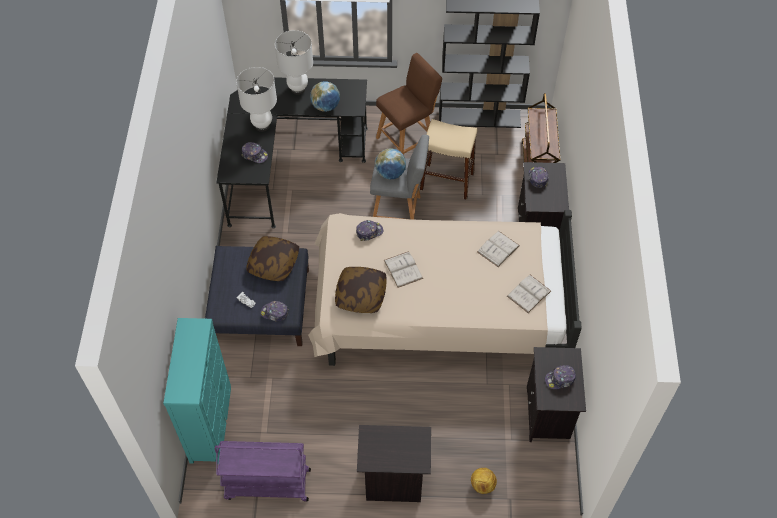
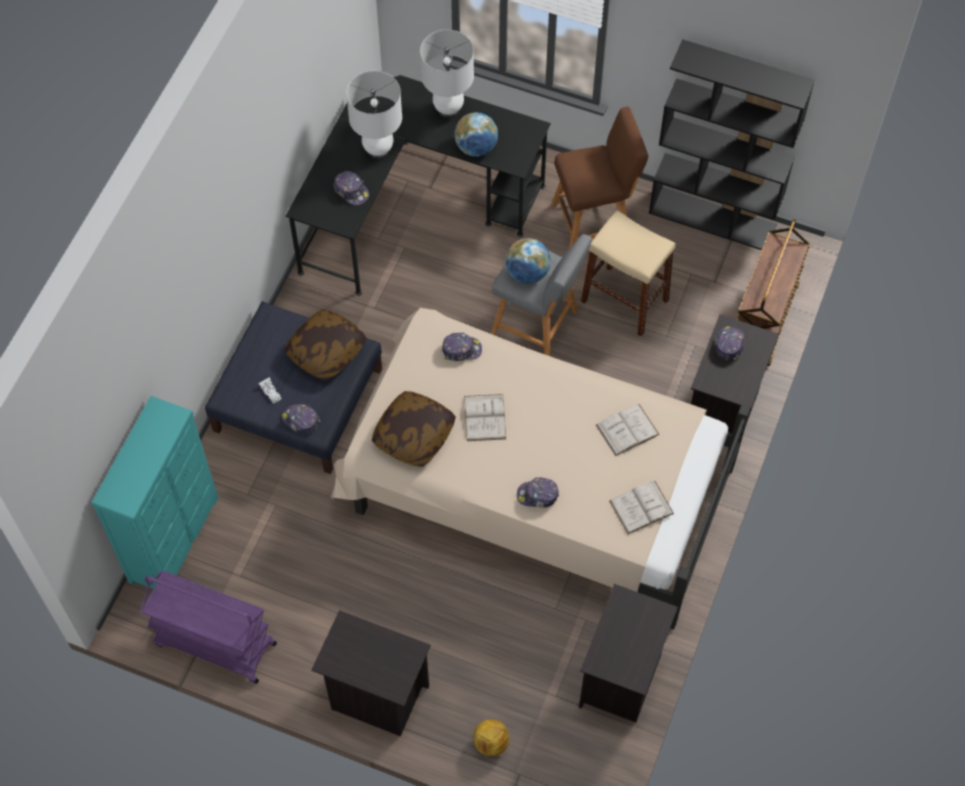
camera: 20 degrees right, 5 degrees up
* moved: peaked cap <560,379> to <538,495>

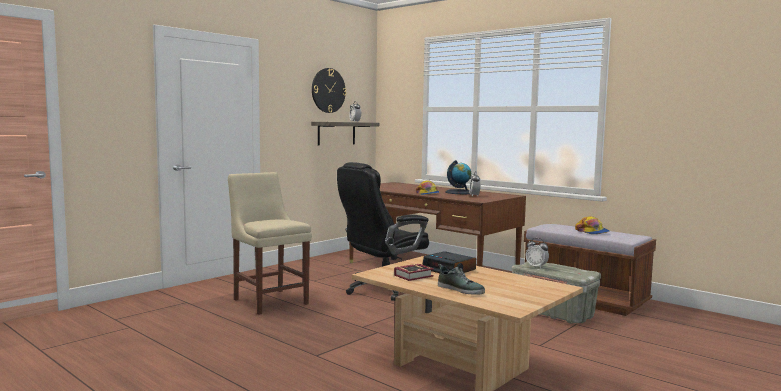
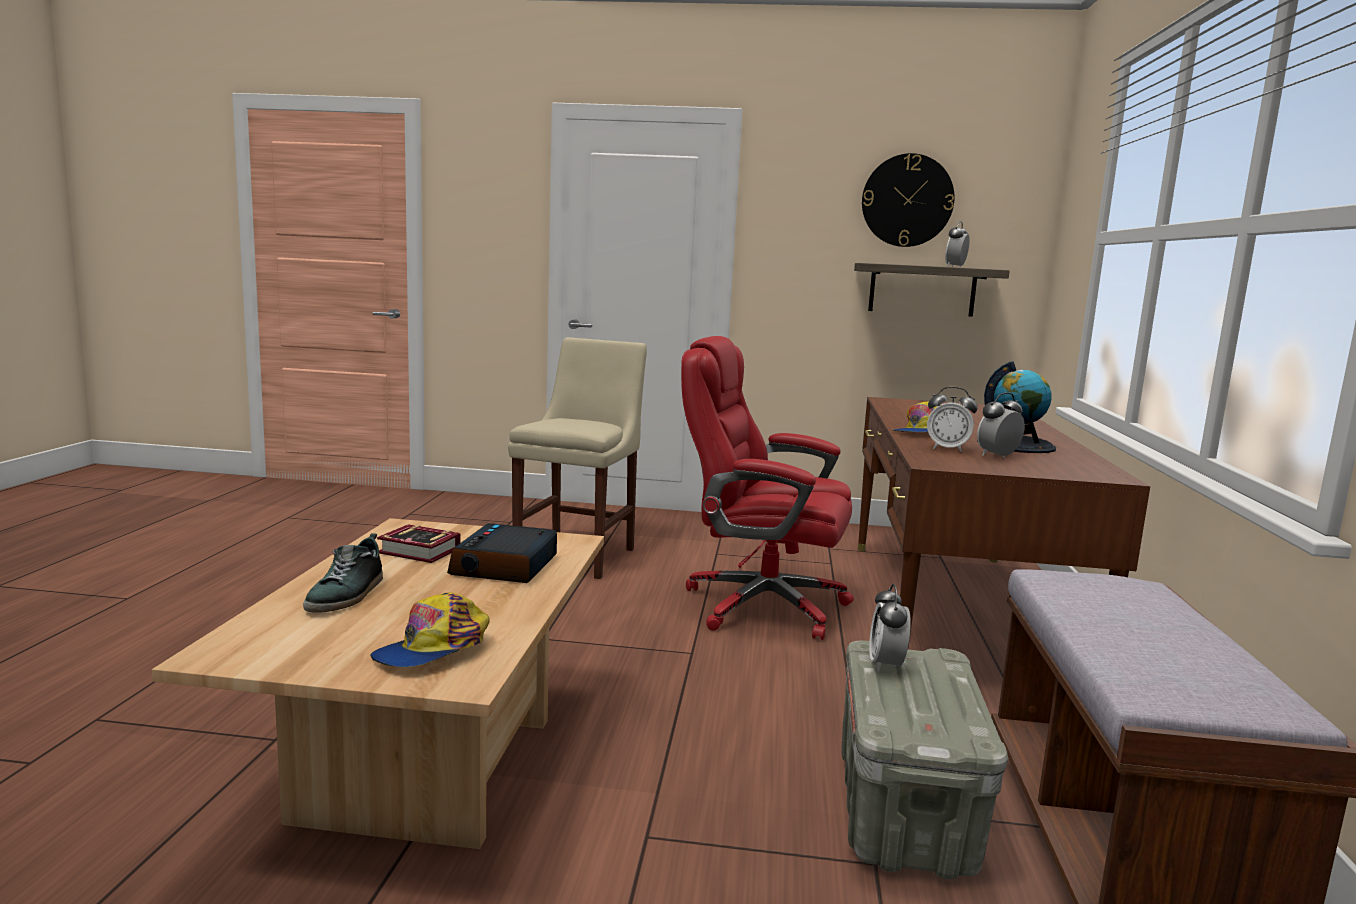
camera: 55 degrees right, 5 degrees up
* moved: peaked cap <592,232> to <433,650>
* recoloured: black computer chair <383,289> to red computer chair <761,605>
* added: alarm clock <947,449>

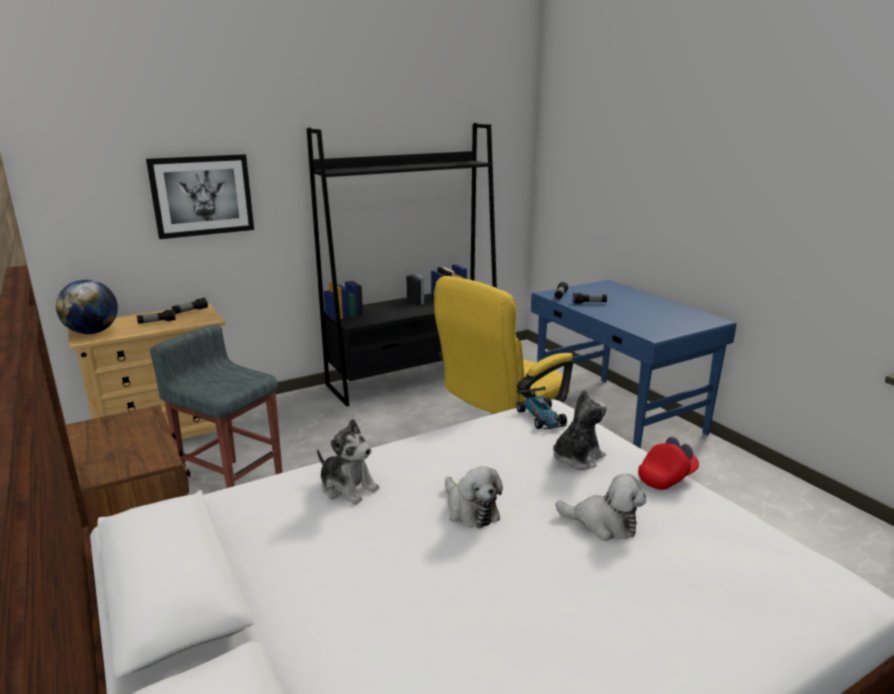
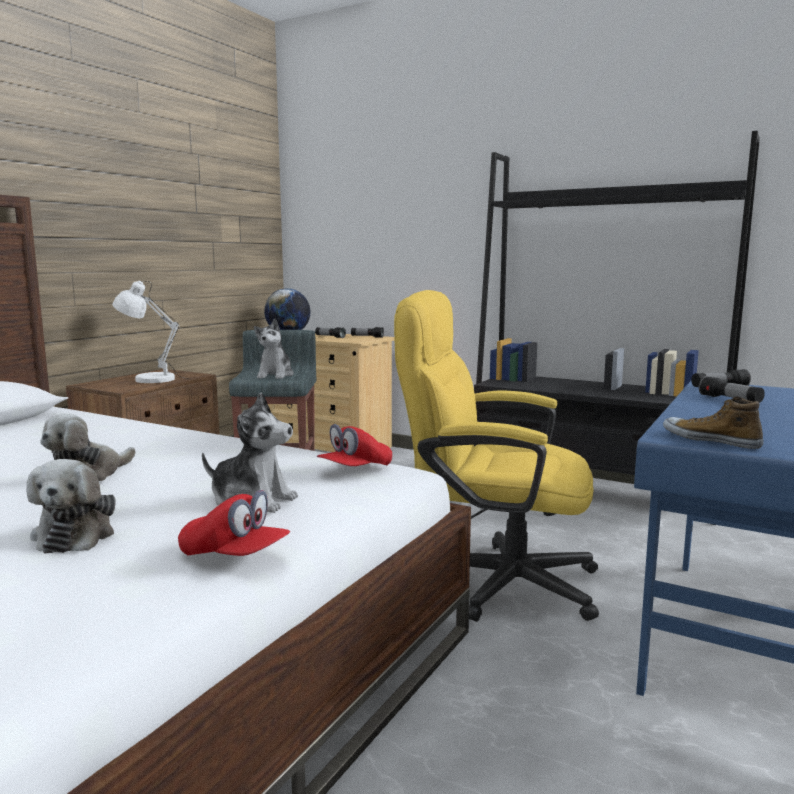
camera: 60 degrees right, 10 degrees down
* added: white-coloured lamp for a table <150,379>
* moved: cuddly toy <347,487> to <275,375>
* replaced: model car <541,417> to red peaked cap <355,470>
* added: item of footwear <711,440>
* removed: wall picture <202,195>

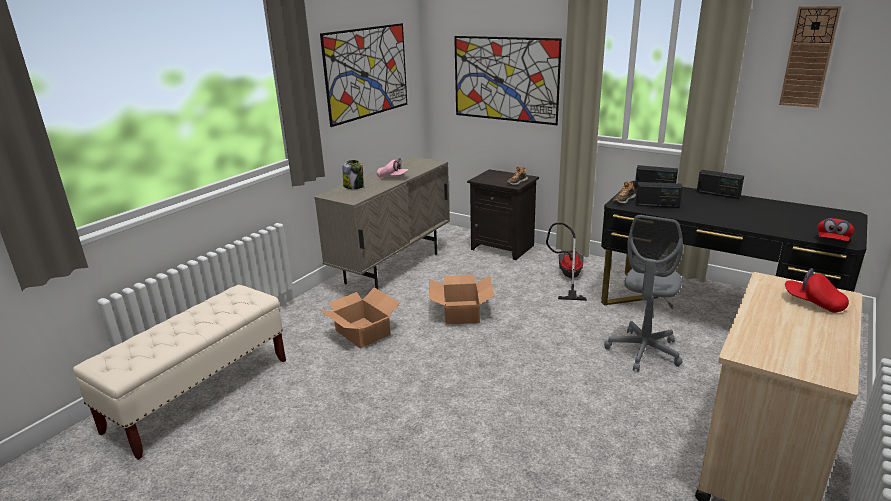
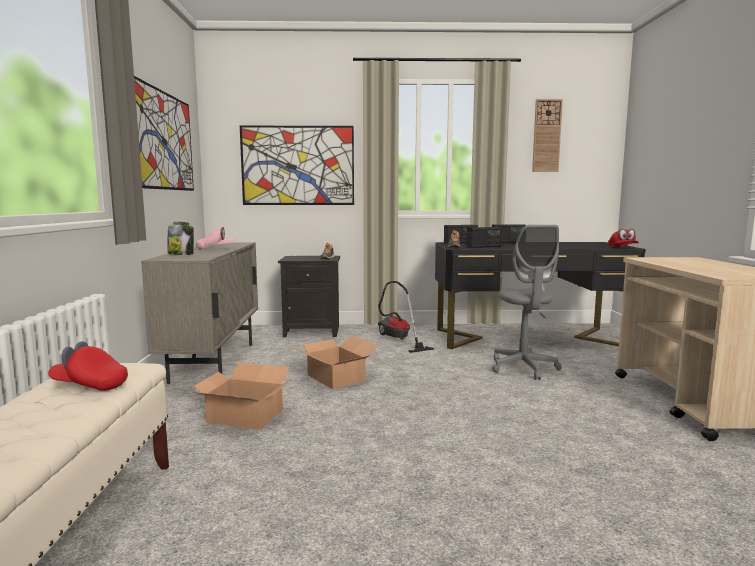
camera: 35 degrees left, 15 degrees down
* moved: red peaked cap <813,303> to <90,385>

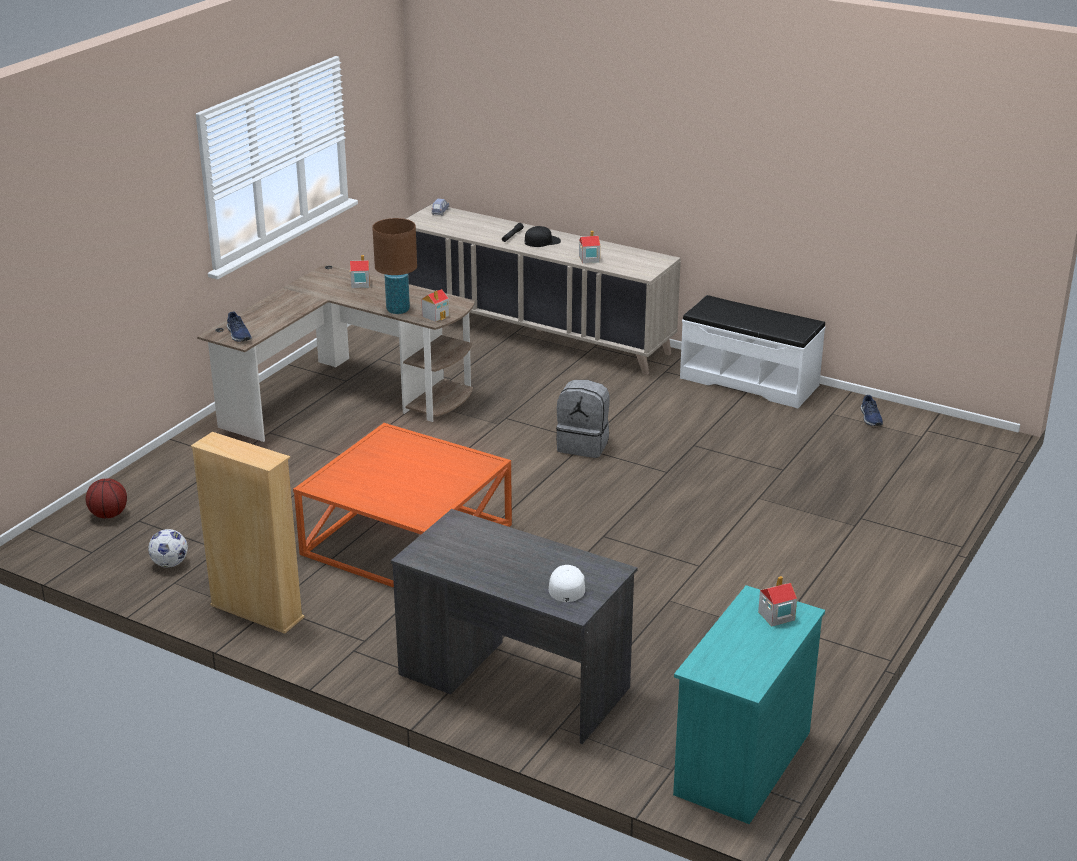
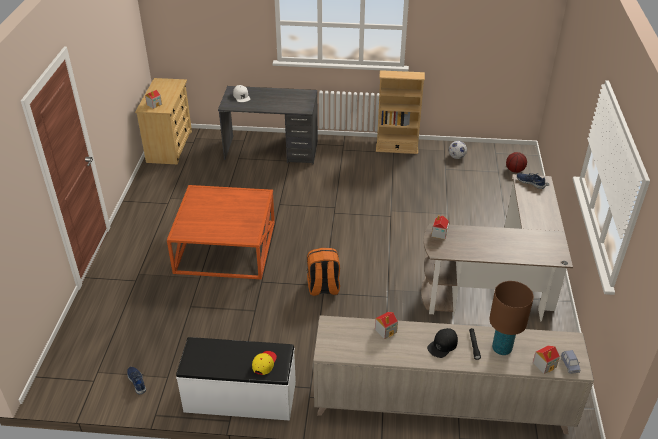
camera: 155 degrees right, 10 degrees up
* recoloured: turquoise-coloured drawer chest <742,763> to sand-coloured drawer chest <169,146>
* moved: orange coffee table <406,539> to <226,247>
* added: yellow-coloured peaked cap <264,363>
* recoloured: greyish rucksack <584,445> to orange rucksack <323,288>
* moved: brown lamp for a table <397,310> to <502,348>
* moved: miniature house <360,284> to <544,364>

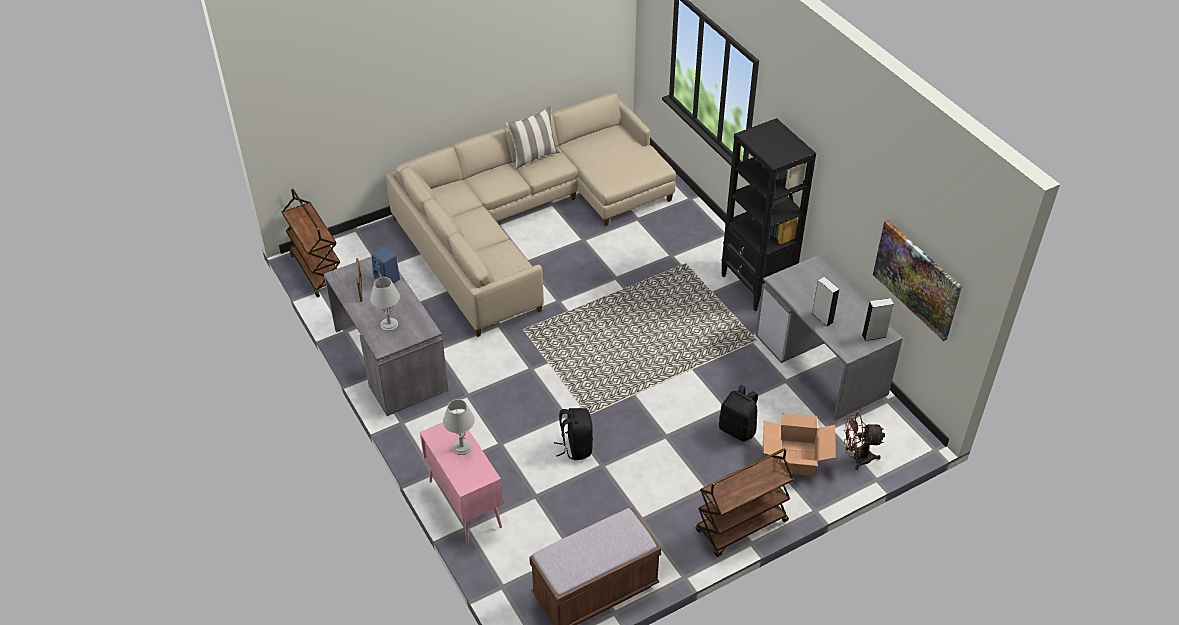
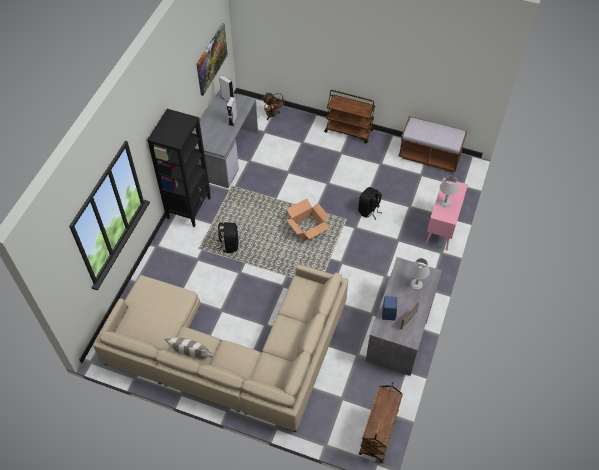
camera: 130 degrees left, 10 degrees up
* moved: black rucksack <738,429> to <229,244>
* moved: cardboard box <795,458> to <308,228>

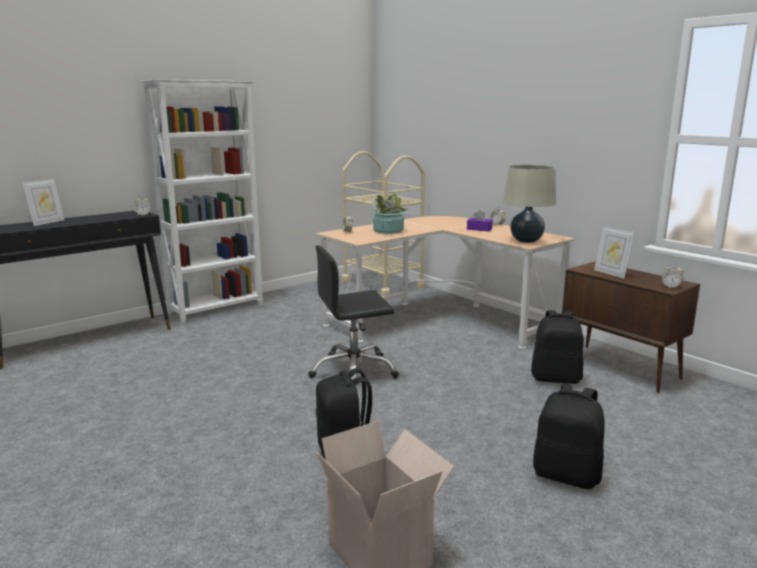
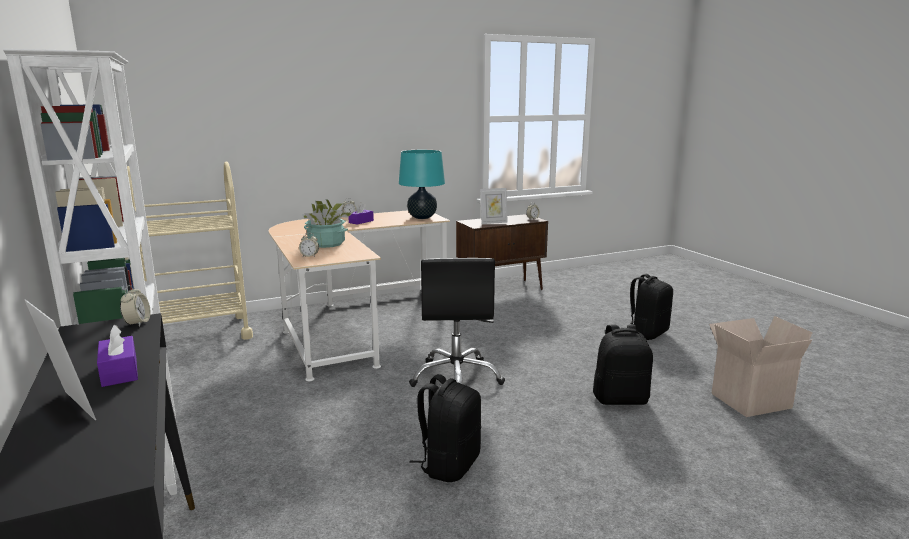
camera: 75 degrees left, 0 degrees up
* added: purplish tissue box <119,371>
* recoloured: sand-coloured lamp for a table <526,241> to turquoise-coloured lamp for a table <422,217>
* moved: black rucksack <556,378> to <449,465>

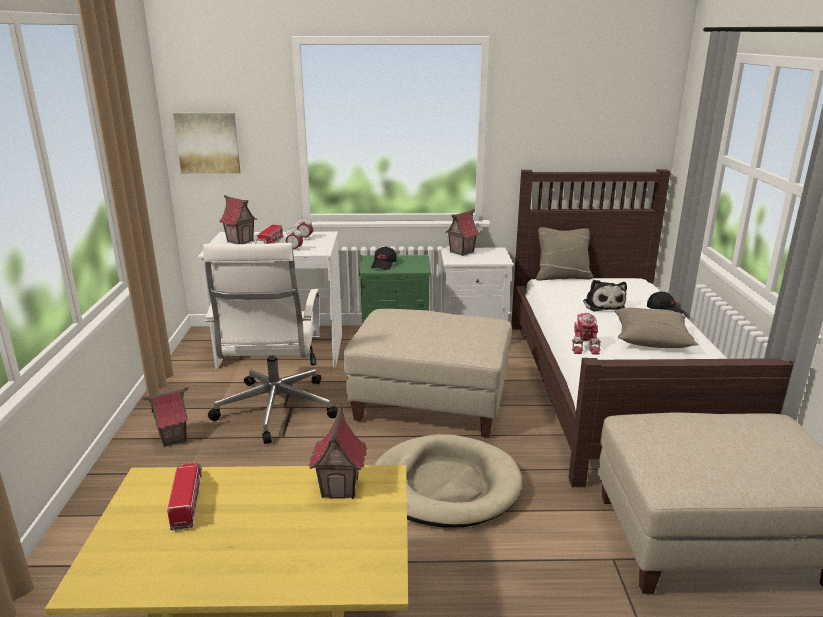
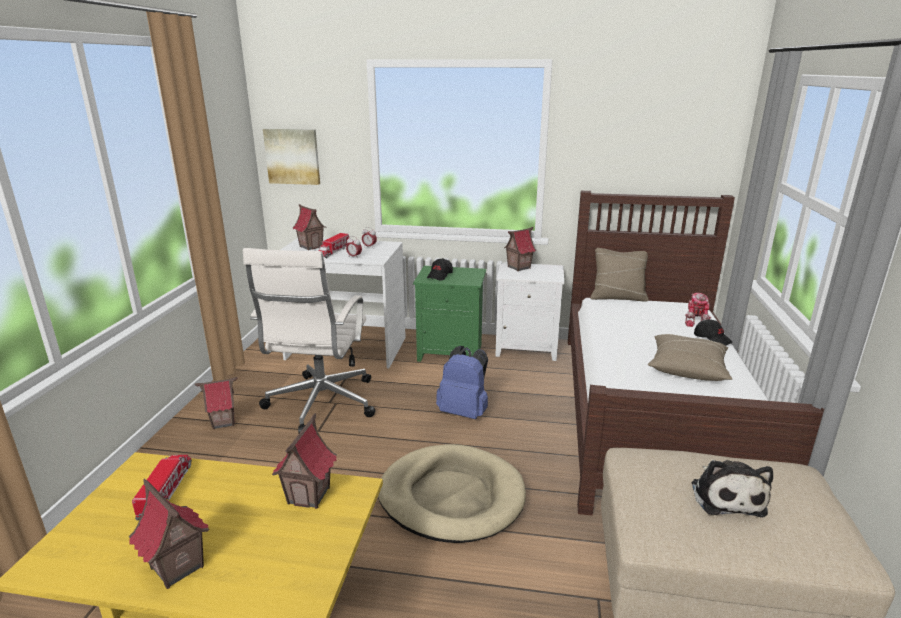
camera: 10 degrees right, 0 degrees up
* added: miniature house <177,568>
* replaced: sand-coloured footrest <430,404> to blue-coloured rucksack <464,412>
* moved: robot figure <584,346> to <696,321>
* moved: cuddly toy <602,305> to <726,496>

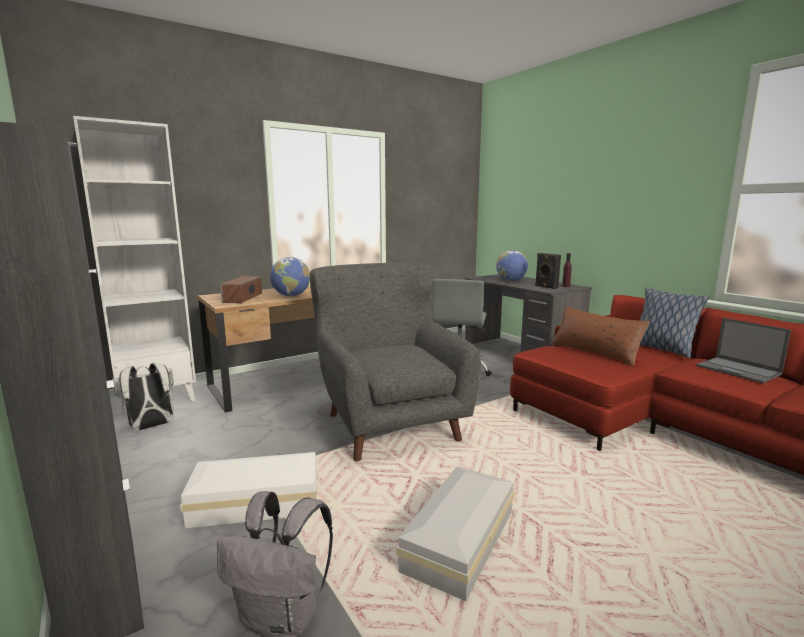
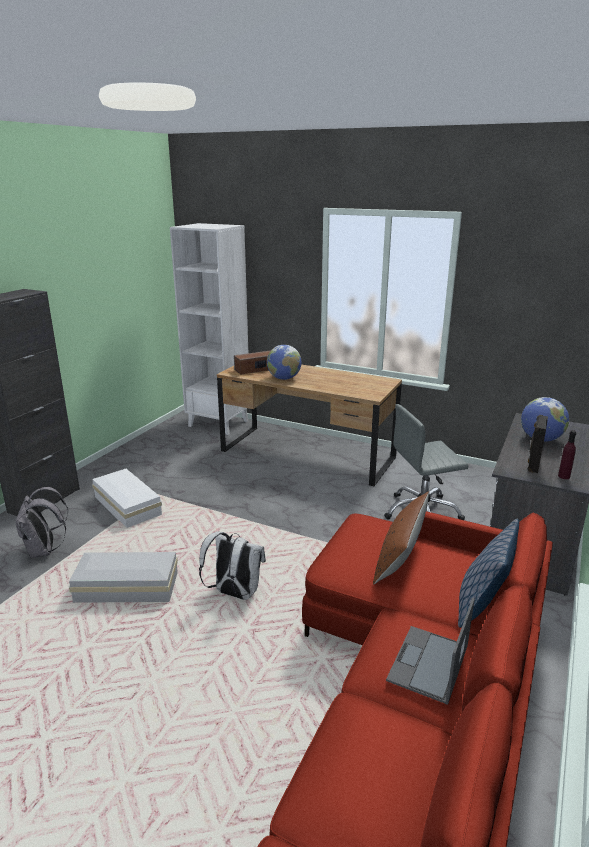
camera: 60 degrees right, 10 degrees up
* moved: white-coloured rucksack <151,427> to <234,593>
* removed: greyish armchair <390,422>

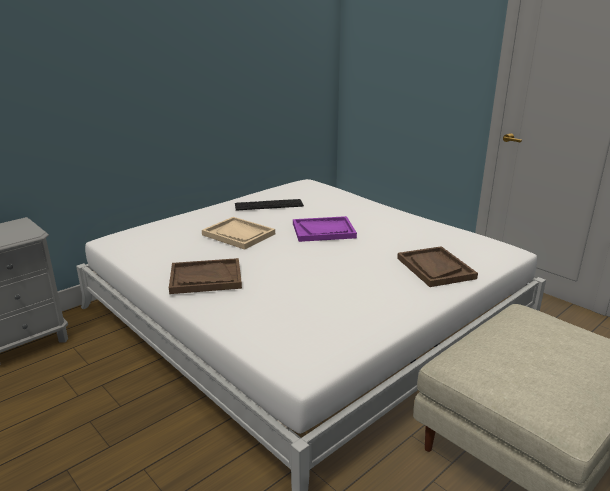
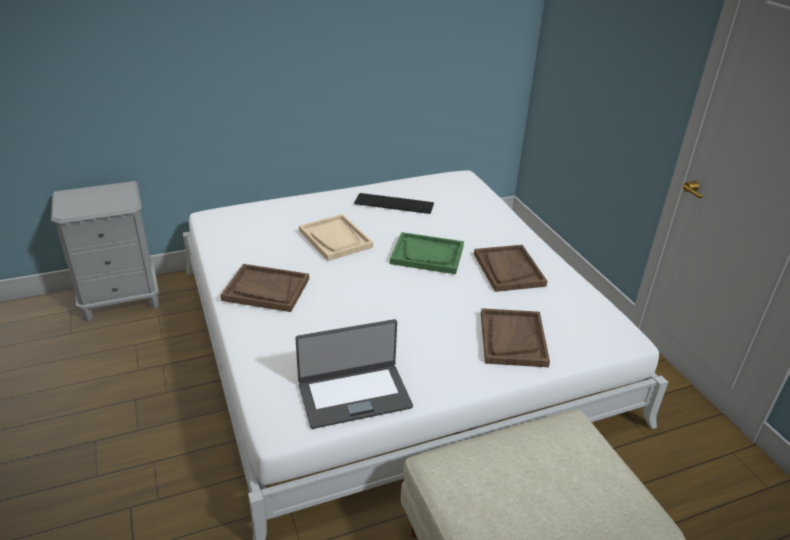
camera: 20 degrees right, 10 degrees up
* added: notebook computer <354,395>
* recoloured: purplish tray <323,231> to green-coloured tray <427,255>
* added: brown tray <508,269>

